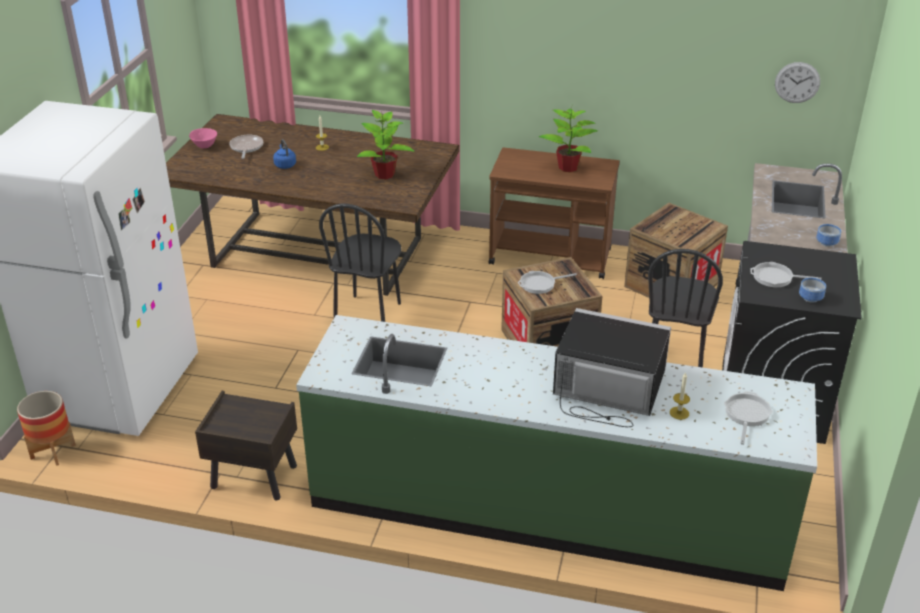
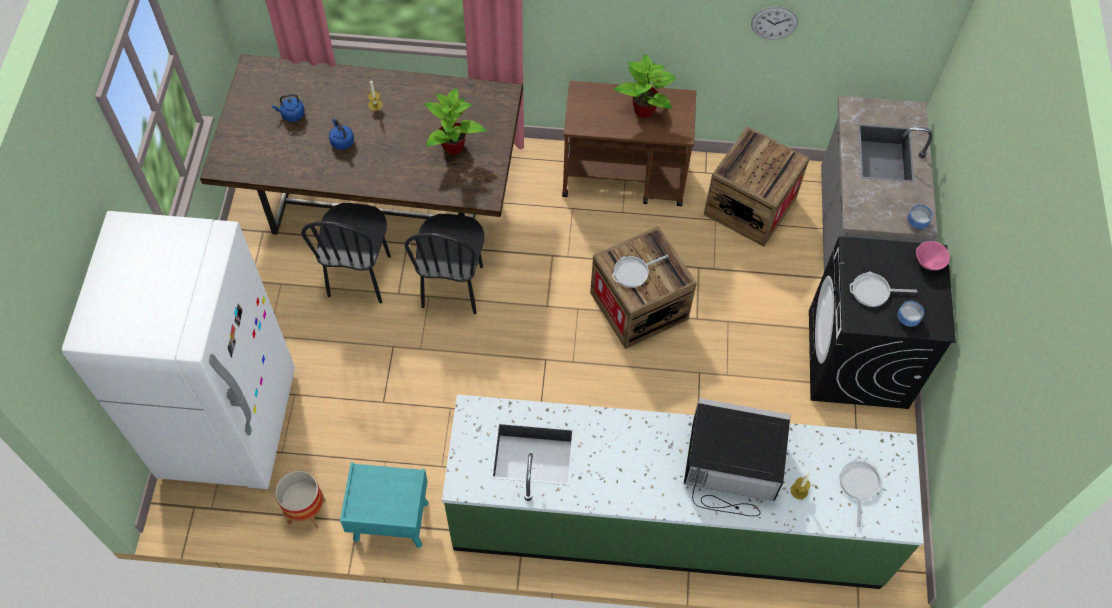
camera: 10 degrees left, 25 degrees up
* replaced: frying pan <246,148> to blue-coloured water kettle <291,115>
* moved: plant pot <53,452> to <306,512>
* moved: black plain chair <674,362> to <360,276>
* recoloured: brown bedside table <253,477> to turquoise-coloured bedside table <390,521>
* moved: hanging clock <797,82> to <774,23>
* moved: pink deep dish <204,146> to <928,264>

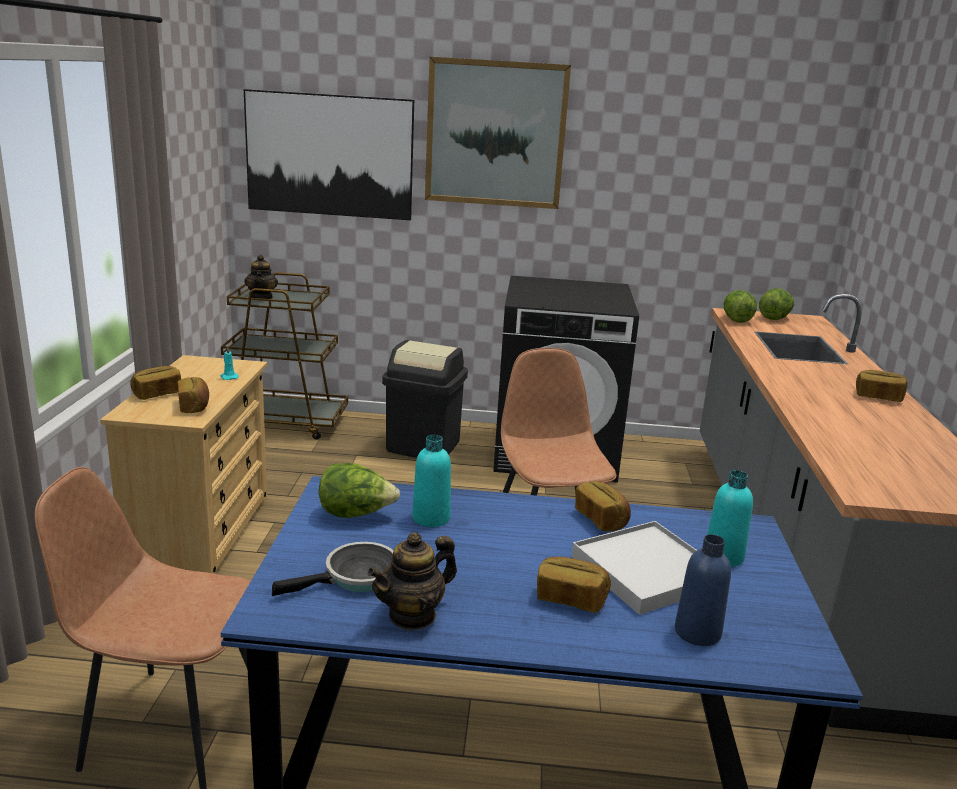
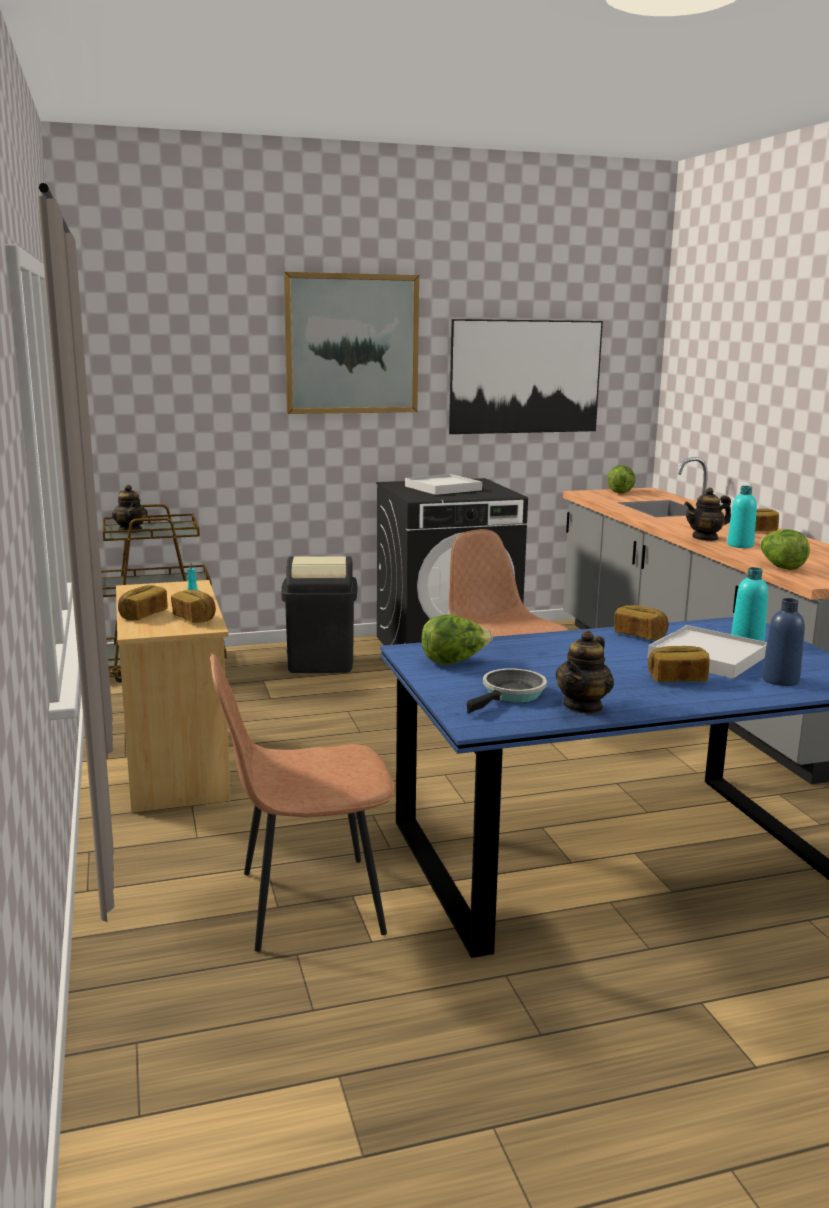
camera: 20 degrees left, 5 degrees down
* added: white-coloured tray <442,488>
* moved: wall picture <329,155> to <525,377>
* added: pot for tea <705,538>
* moved: turquoise-coloured bottle <431,518> to <740,545>
* moved: lettuce <736,320> to <780,567>

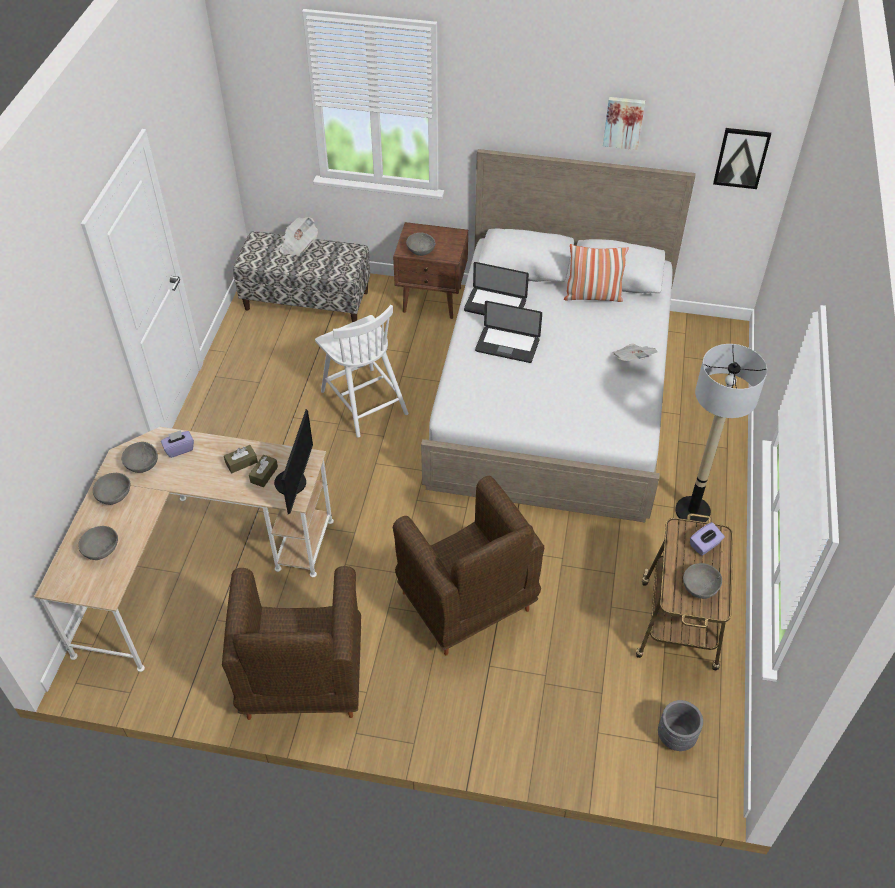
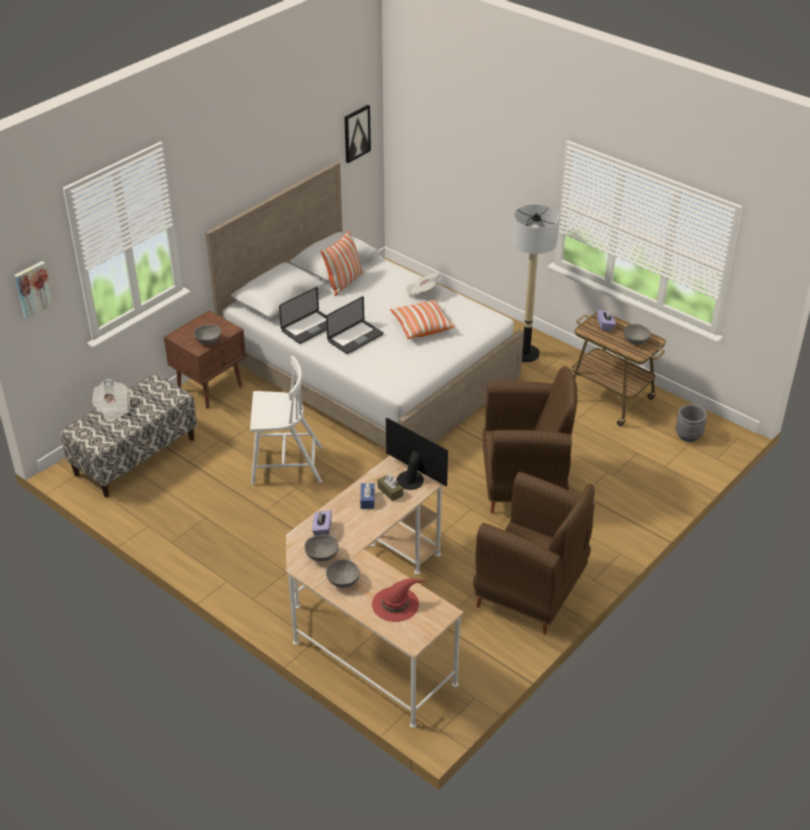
camera: 60 degrees left, 10 degrees down
* moved: wall picture <623,122> to <32,289>
* recoloured: brown tissue box <241,463> to blue-coloured tissue box <367,500>
* replaced: greyish deep dish <102,550> to red wearable hat <396,603>
* added: throw pillow <421,326>

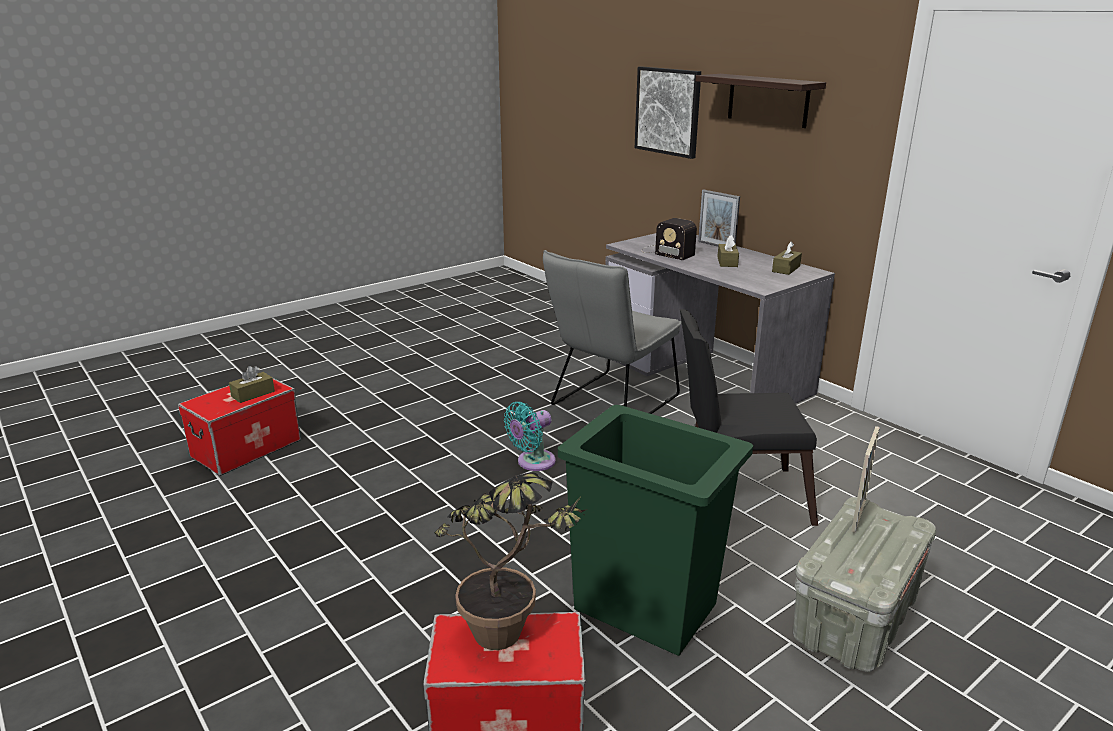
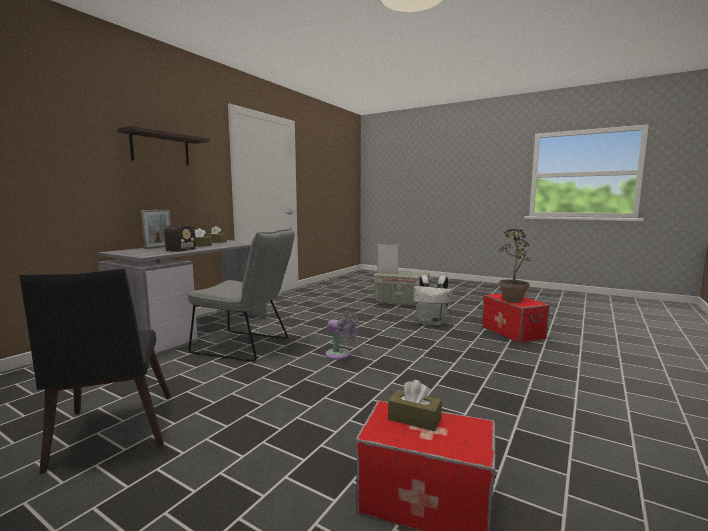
camera: 110 degrees left, 15 degrees down
* moved: black plain chair <734,495> to <111,434>
* recoloured: turquoise-coloured fan <532,462> to greyish fan <340,355>
* replaced: green-coloured trash can <646,608> to white-coloured rucksack <431,322>
* removed: wall picture <668,111>

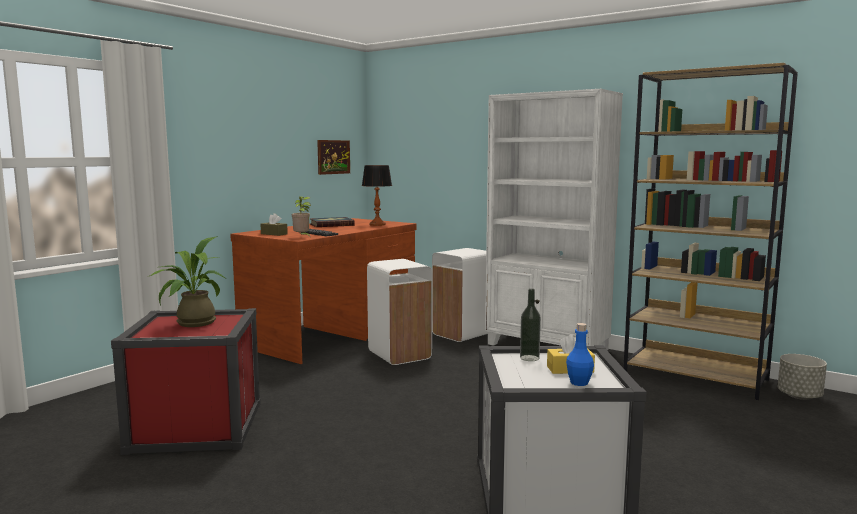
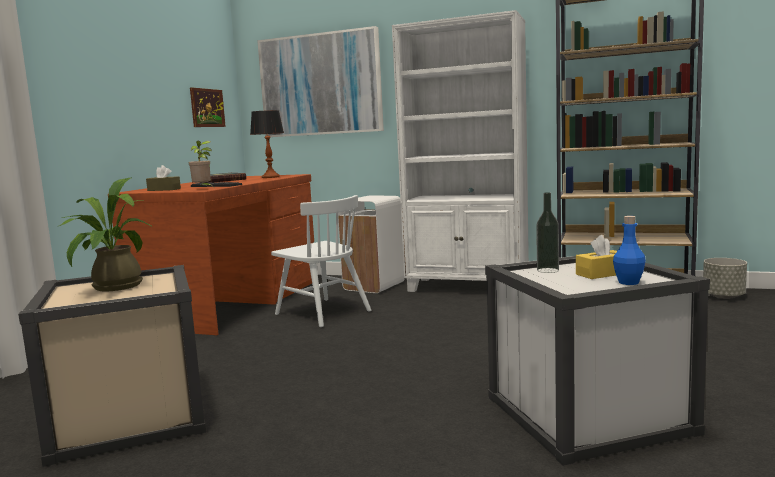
camera: 15 degrees left, 0 degrees up
* recoloured: red storage box <196,427> to sand-coloured storage box <129,418>
* added: wall picture <321,85>
* replaced: white-coloured trash can <399,355> to white-coloured plain chair <323,312>

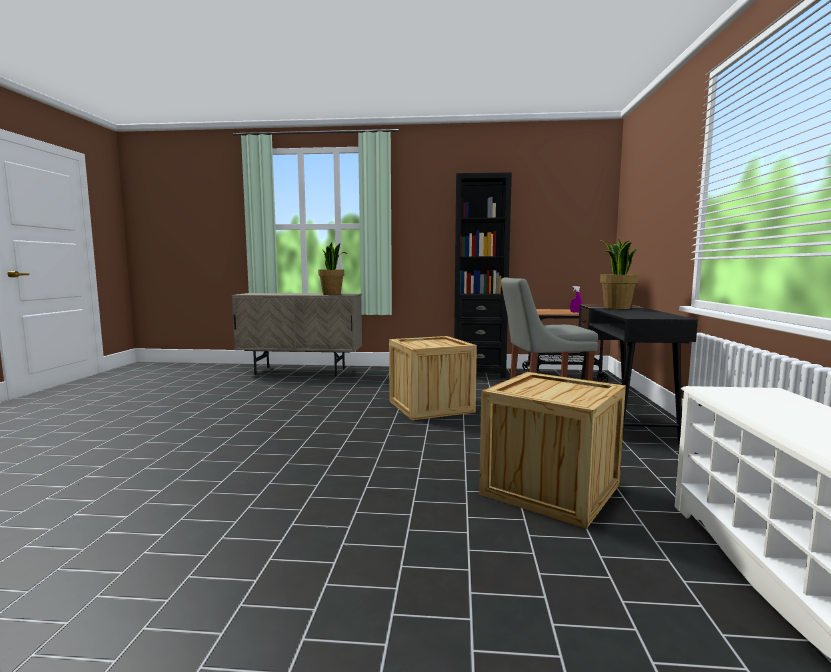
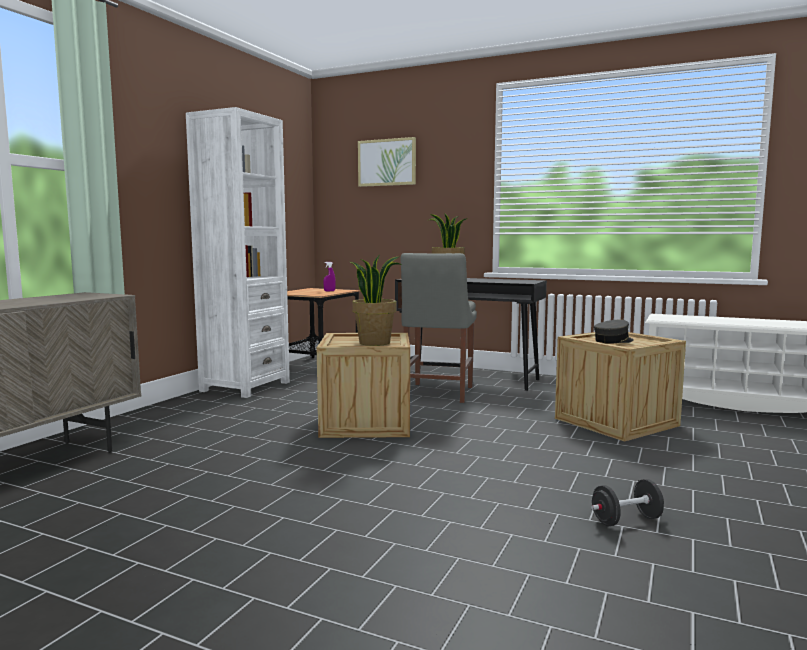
camera: 70 degrees left, 0 degrees up
* recoloured: black bookshelf <478,373> to white-coloured bookshelf <245,386>
* moved: houseplant <332,294> to <375,343>
* added: wall picture <387,162>
* added: black free weight <626,520>
* added: greyish peaked cap <613,341>

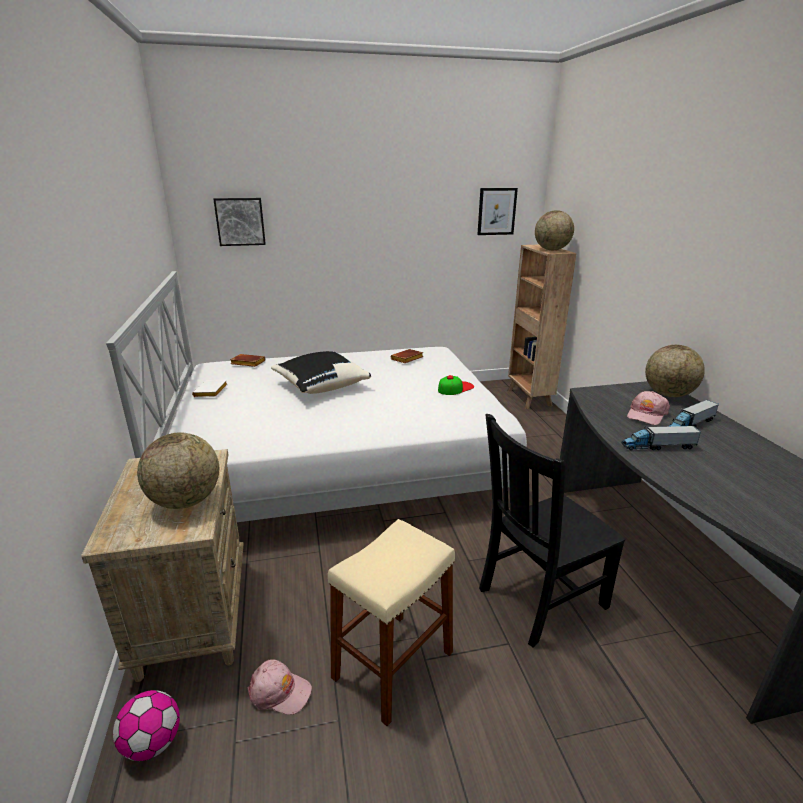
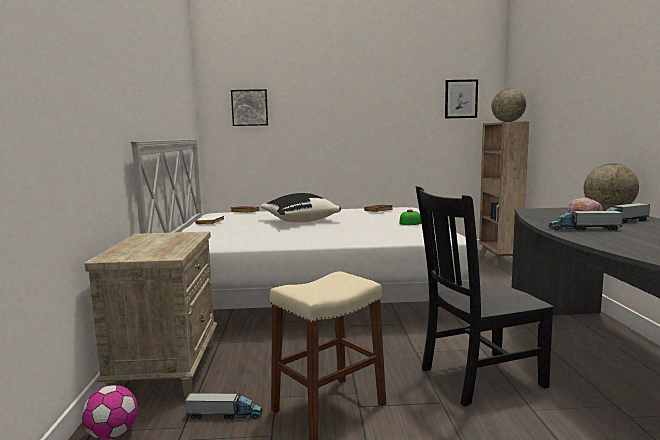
camera: 10 degrees right, 15 degrees down
* replaced: pink peaked cap <279,691> to toy truck <224,415>
* removed: desk globe <186,501>

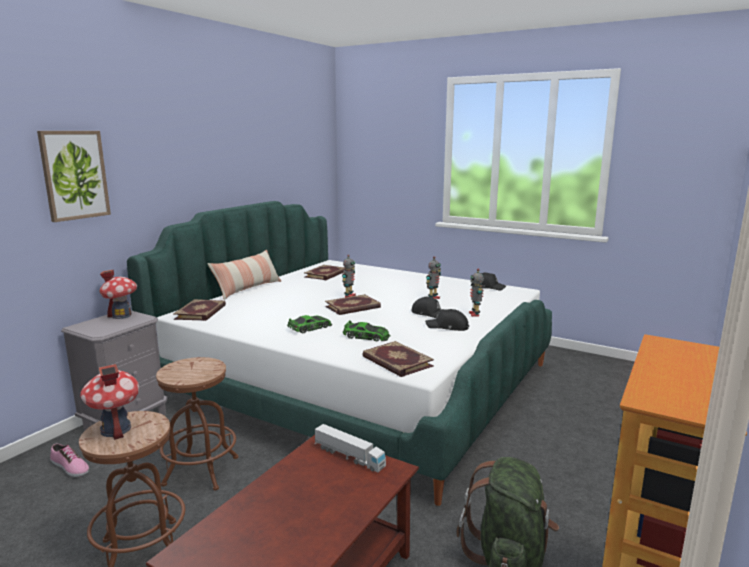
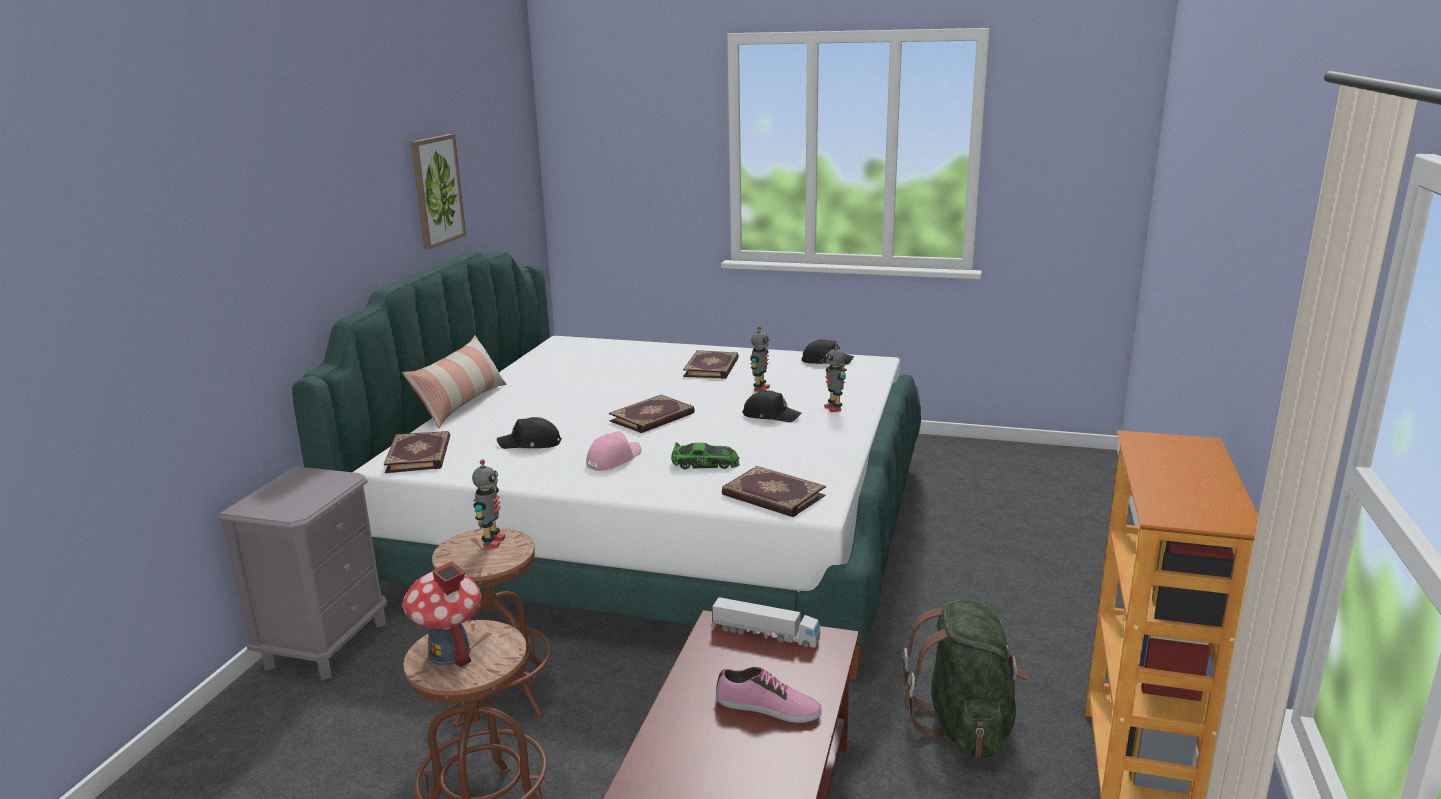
camera: 15 degrees left, 5 degrees up
* moved: wall picture <74,175> to <436,190>
* moved: robot figure <349,296> to <492,542>
* moved: black peaked cap <447,327> to <530,444>
* replaced: model car <310,327> to pink peaked cap <613,459>
* moved: volume <326,274> to <712,368>
* moved: item of footwear <69,467> to <768,708>
* removed: miniature house <122,315>

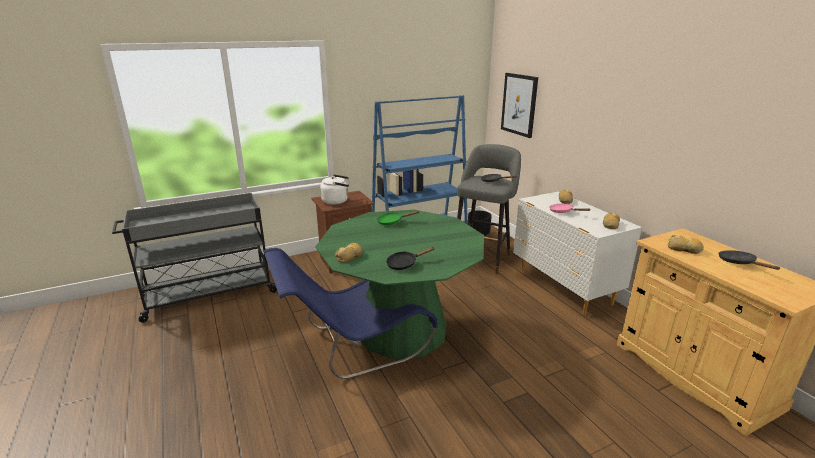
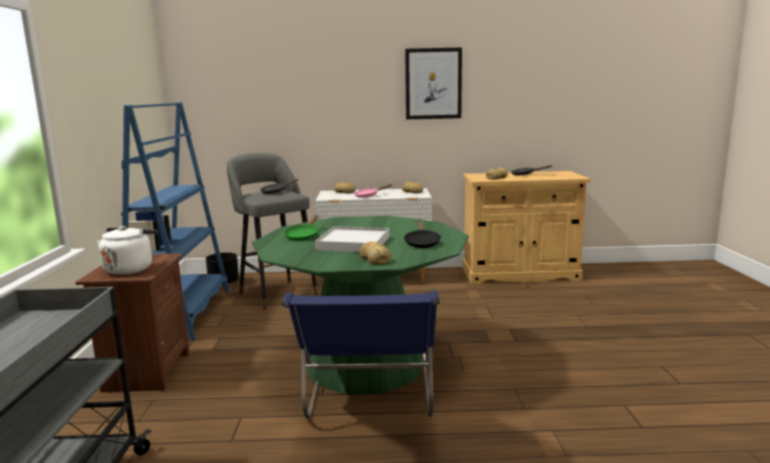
camera: 65 degrees left, 10 degrees down
* added: white-coloured tray <354,243>
* moved: wall picture <519,104> to <433,84>

